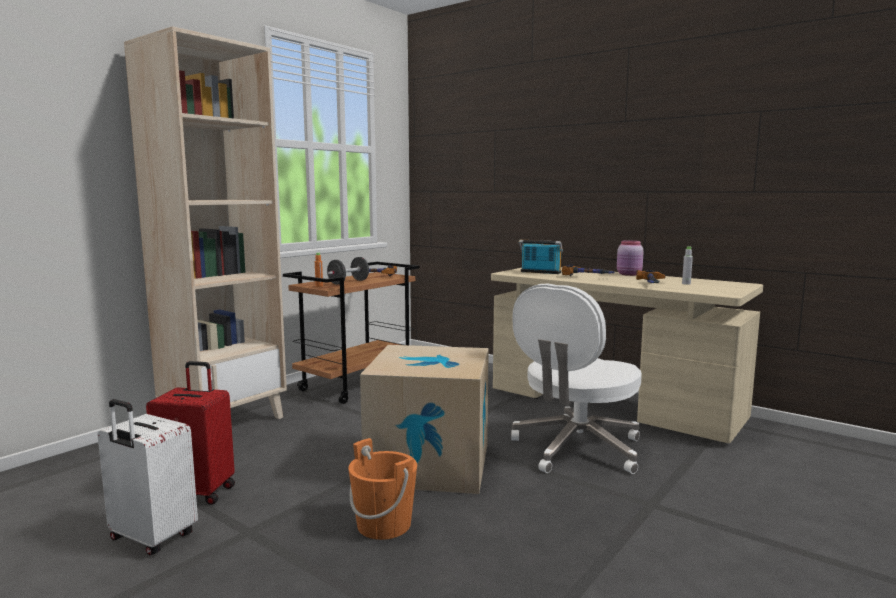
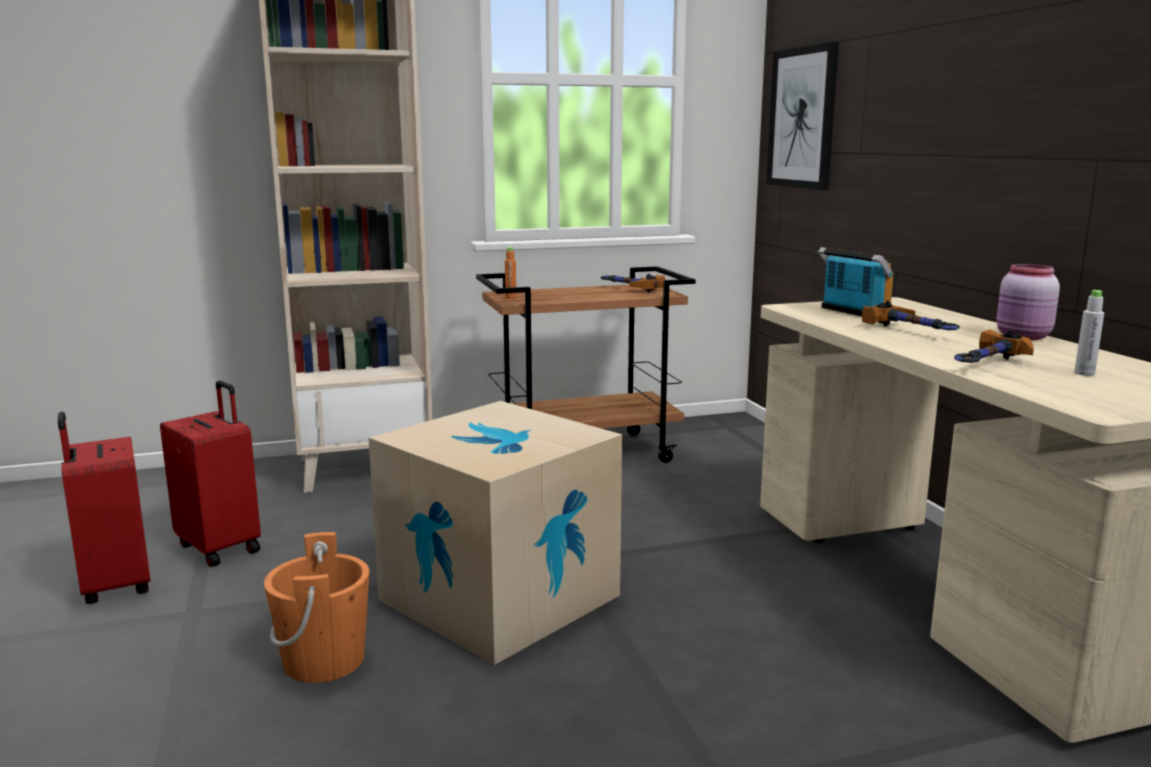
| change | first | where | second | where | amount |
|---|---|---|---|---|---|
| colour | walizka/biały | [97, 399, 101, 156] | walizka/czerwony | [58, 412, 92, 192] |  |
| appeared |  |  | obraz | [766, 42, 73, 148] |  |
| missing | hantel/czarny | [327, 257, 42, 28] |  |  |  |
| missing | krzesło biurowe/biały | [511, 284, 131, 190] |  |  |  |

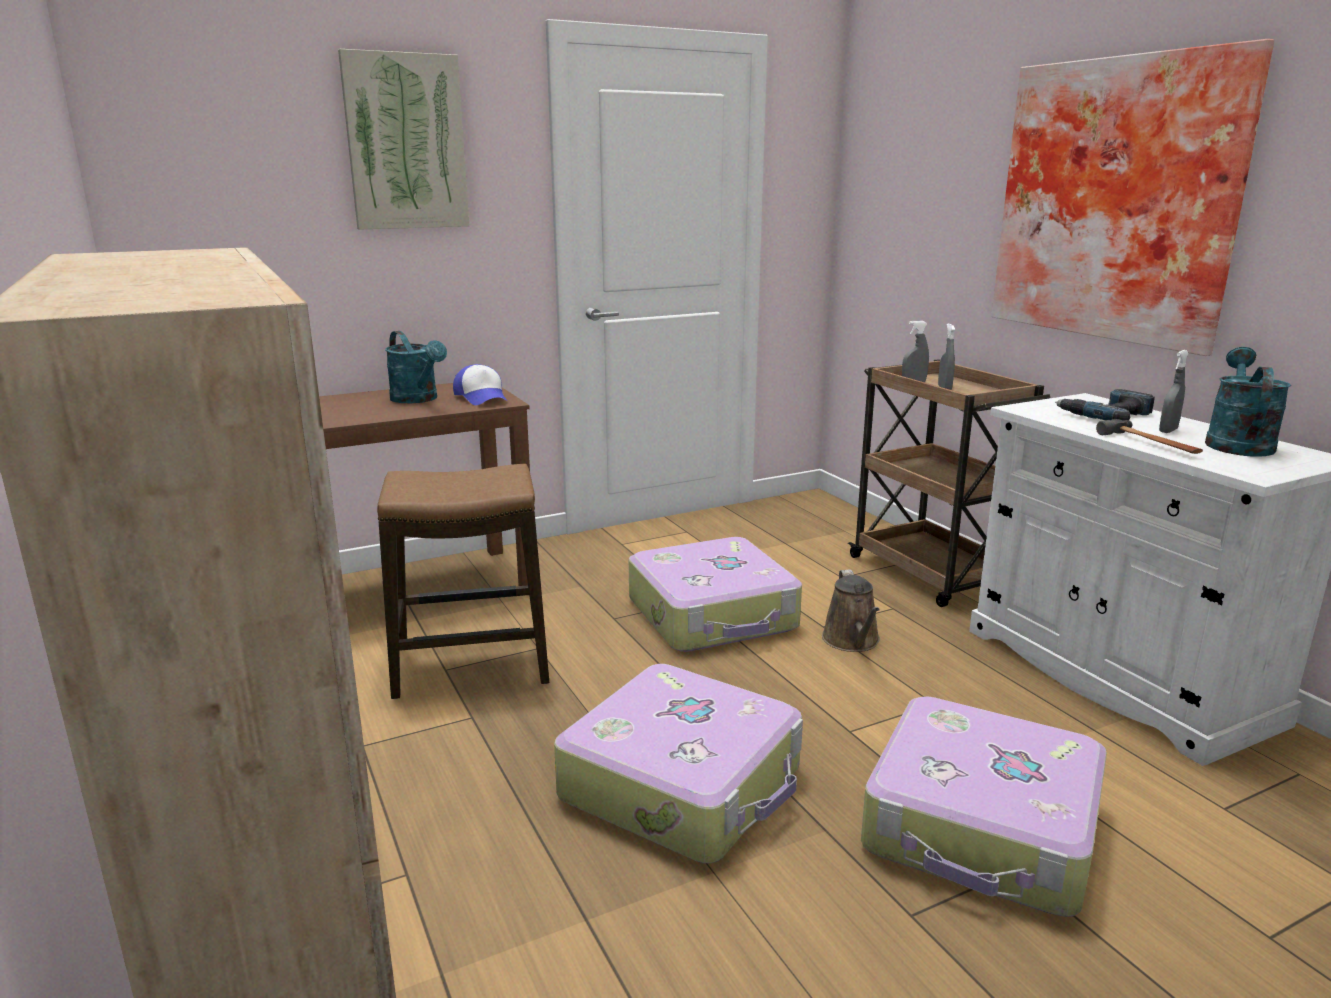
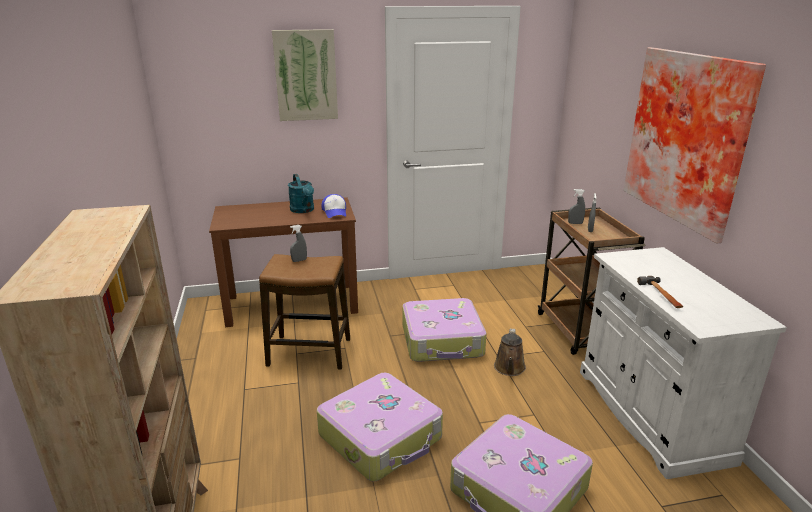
| change | first | where | second | where | amount |
|---|---|---|---|---|---|
| relocated | spryskiwacz/szary | [1159, 350, 30, 83] |  | [290, 225, 17, 37] |  |
| missing | wiertarka | [1055, 389, 100, 32] |  |  |  |
| missing | konewka/turkusowy | [1205, 347, 86, 110] |  |  |  |

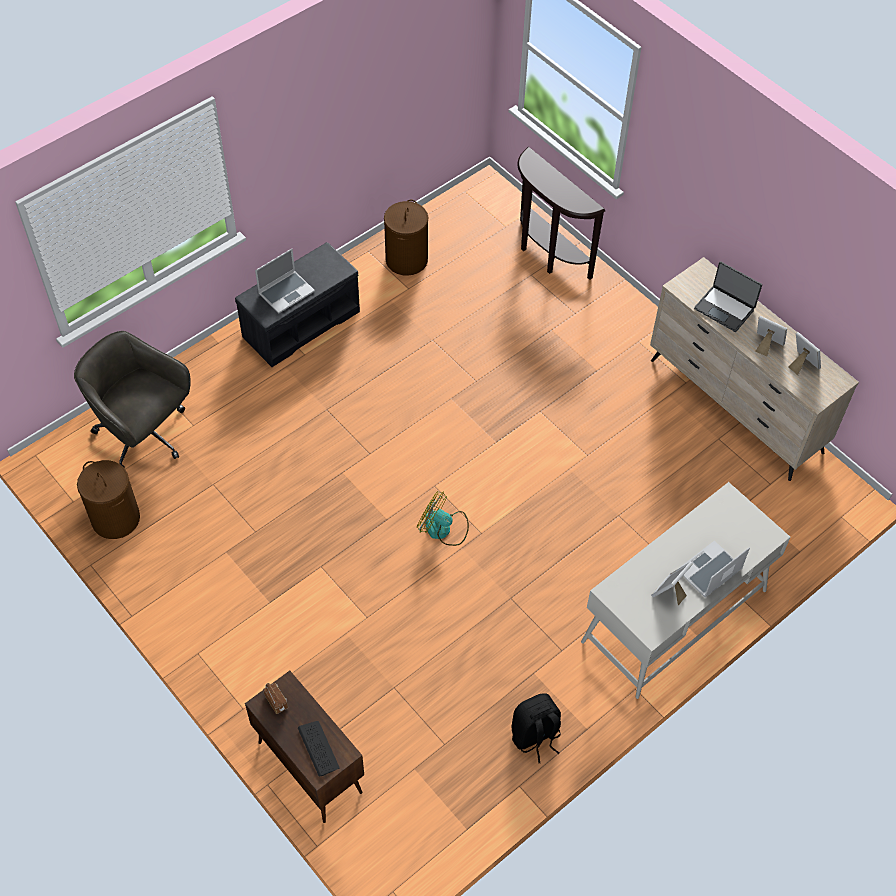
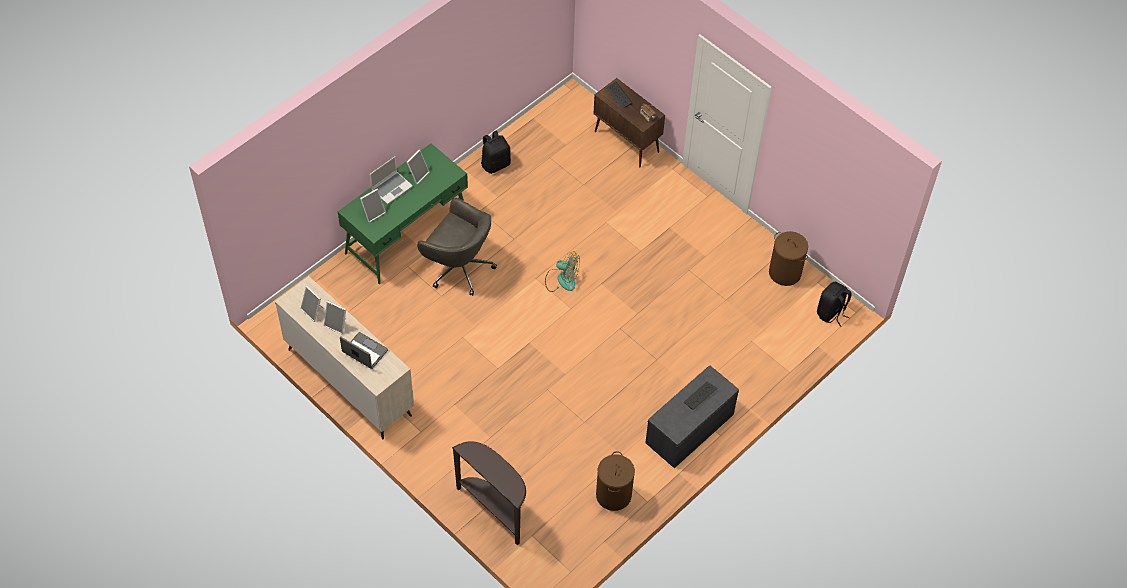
| change | first | where | second | where | amount |
|---|---|---|---|---|---|
| colour | biurko/biały | [581, 482, 209, 217] | biurko/zielony | [338, 143, 130, 141] |  |
| appeared |  |  | ramka na zdjęcie | [360, 189, 26, 34] |  |
| relocated | krzesło biurowe/szary | [74, 331, 117, 137] |  | [417, 198, 80, 98] |  |
| exchanged | laptop | [255, 249, 60, 65] | klawiatura | [684, 382, 33, 28] |  |
| appeared |  |  | plecak/czarny | [817, 282, 35, 45] |  |

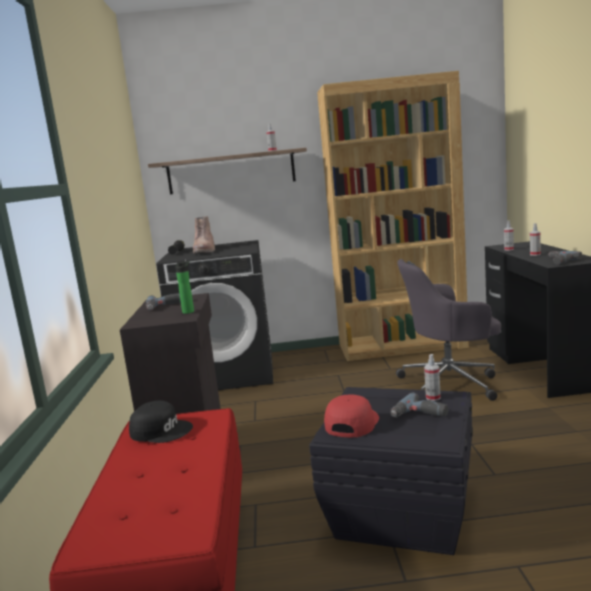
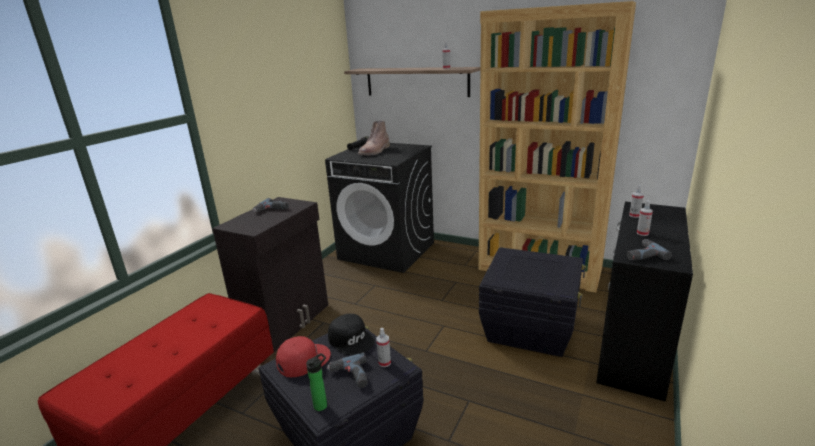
| change | first | where | second | where | amount |
|---|---|---|---|---|---|
| relocated | butelka | [175, 261, 19, 53] |  | [306, 353, 21, 58] |  |
| relocated | czapka z daszkiem/czarny | [129, 400, 64, 43] |  | [328, 314, 47, 41] |  |
| exchanged | krzesło biurowe/szary | [396, 259, 105, 142] | pojemnik do przechowywania/czarny | [479, 247, 107, 110] |  |

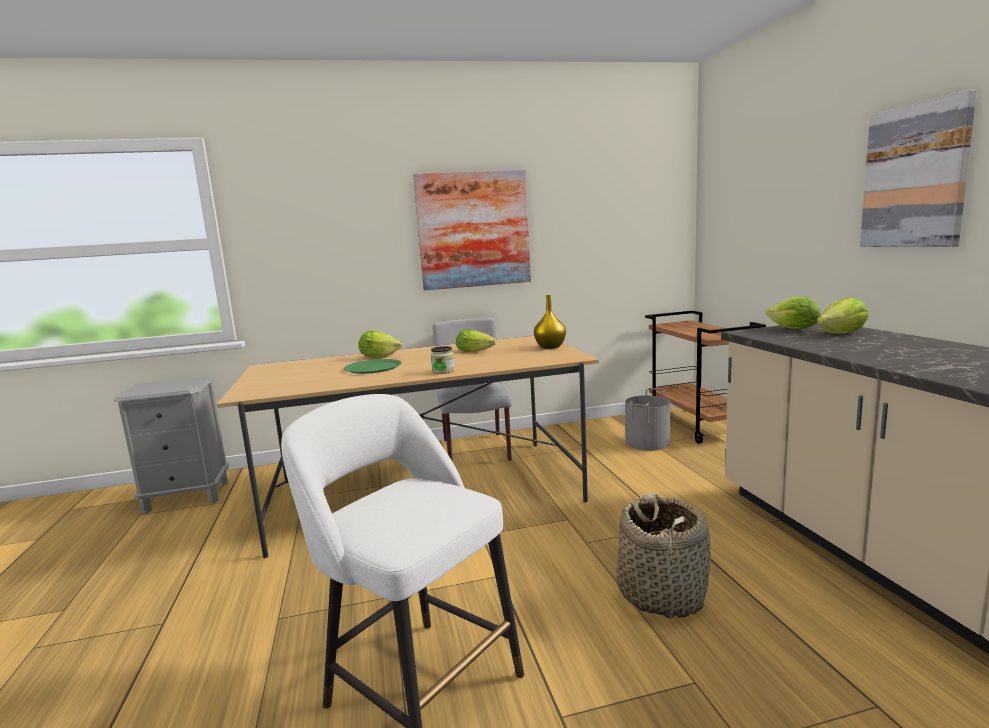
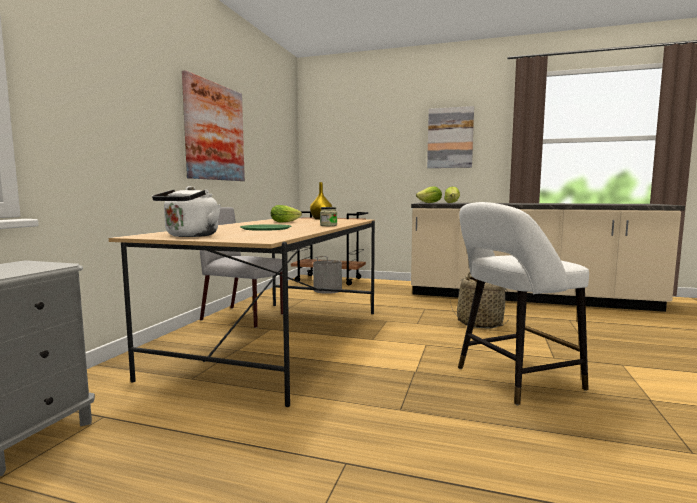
| change | first | where | second | where | amount |
|---|---|---|---|---|---|
| appeared |  |  | czajnik/biały | [152, 186, 69, 51] |  |
| missing | sałata | [358, 331, 44, 28] |  |  |  |

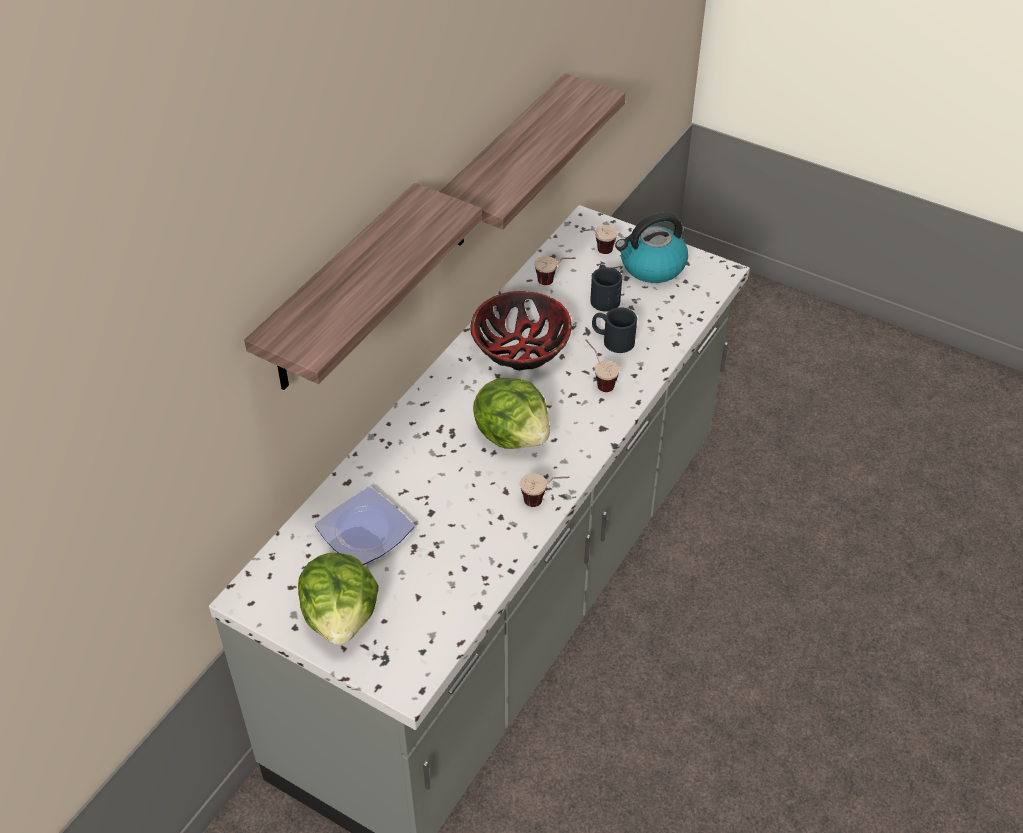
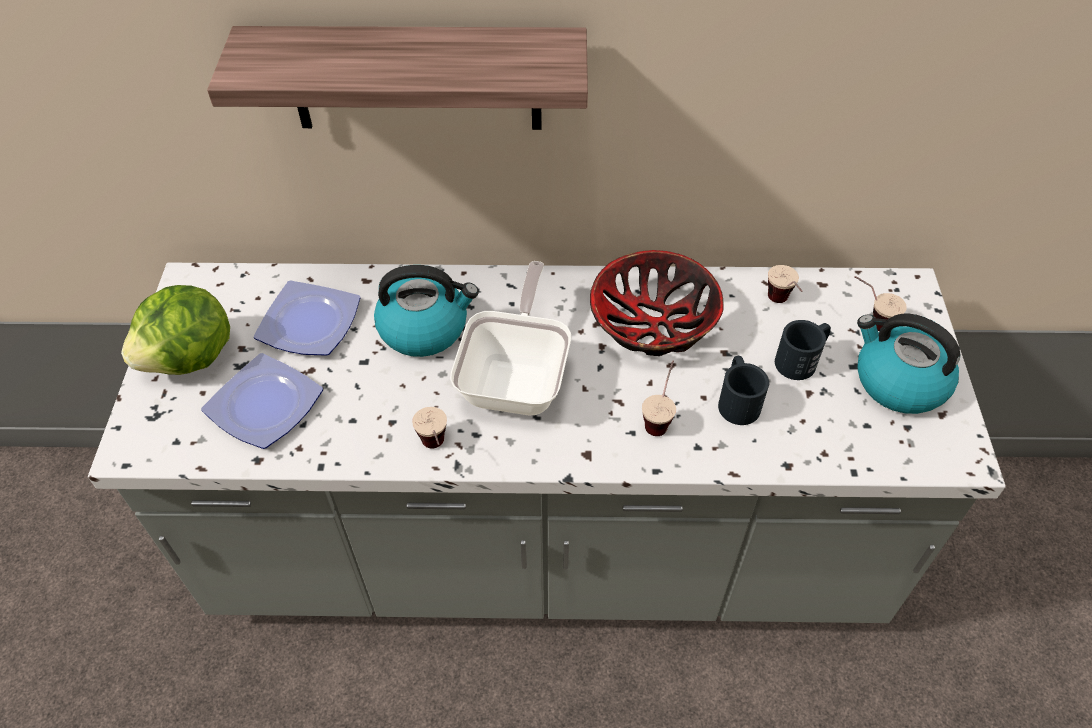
| change | first | where | second | where | amount |
|---|---|---|---|---|---|
| appeared |  |  | talerz | [201, 353, 122, 96] |  |
| appeared |  |  | czajnik | [374, 265, 105, 92] |  |
| exchanged | sałata | [473, 377, 77, 72] | patelnia | [450, 261, 121, 154] |  |
| missing | półka | [440, 73, 186, 172] |  |  |  |

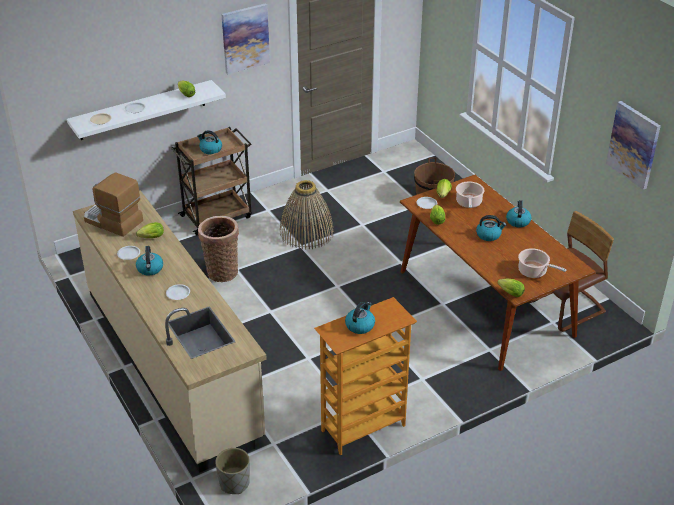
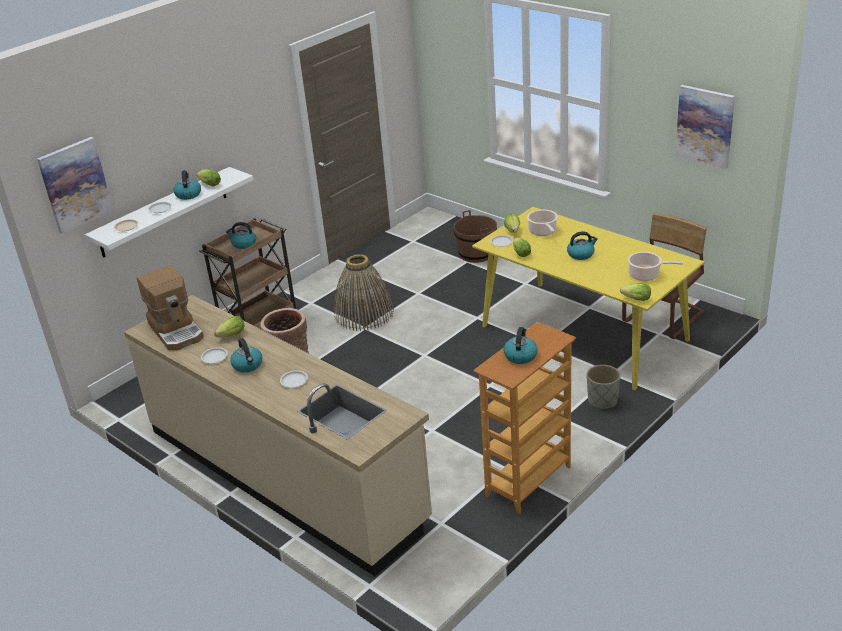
| change | first | where | second | where | amount |
|---|---|---|---|---|---|
| relocated | obraz | [222, 3, 48, 71] |  | [37, 137, 76, 97] |  |
| spun | ekspres do kawy | [84, 172, 59, 65] |  | [136, 265, 68, 85] | 135 degrees counterclockwise |
| relocated | czajnik | [506, 200, 26, 27] |  | [174, 170, 27, 30] |  |
| colour | stół jadalny/brązowy | [400, 175, 196, 196] | stół jadalny/żółty | [472, 207, 232, 183] |  |
| relocated | donica/szary | [215, 448, 35, 46] |  | [587, 365, 33, 44] |  |

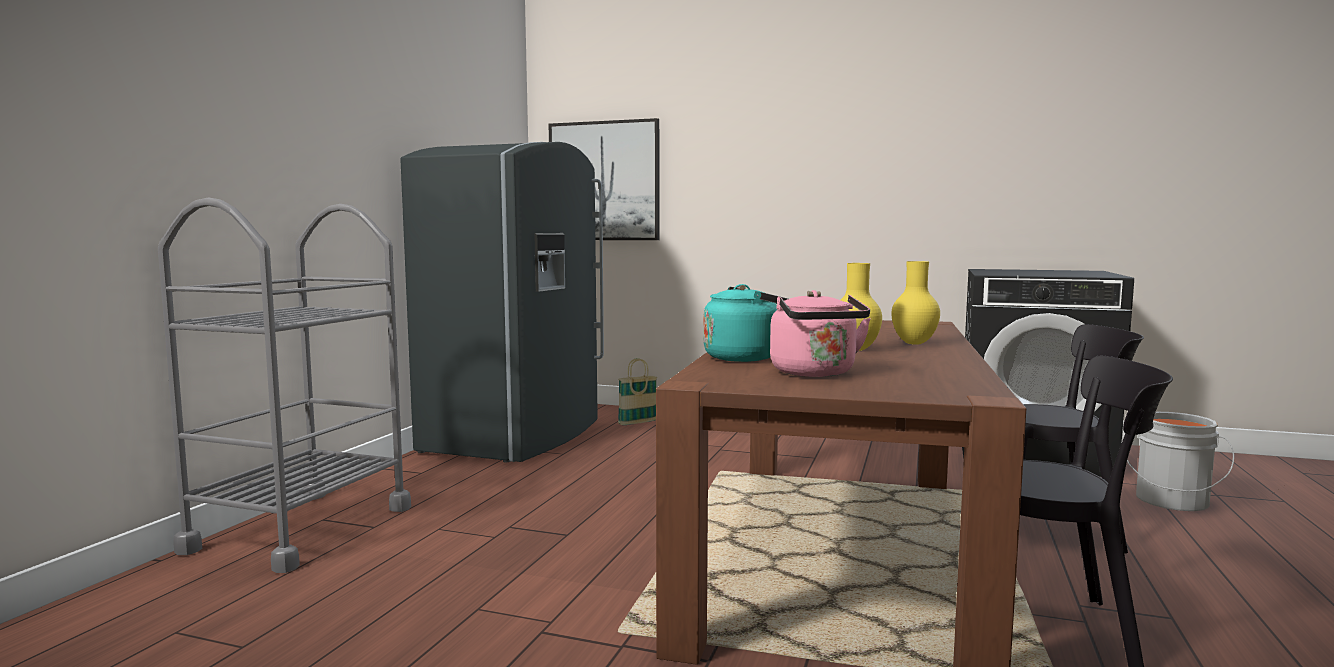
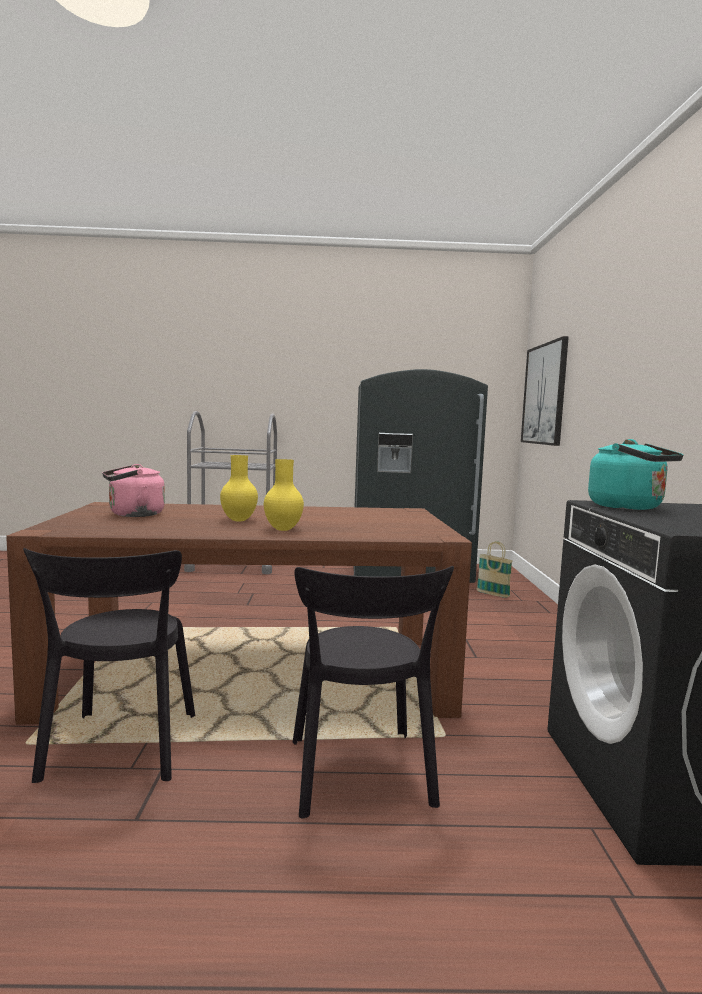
| change | first | where | second | where | amount |
|---|---|---|---|---|---|
| relocated | czajnik/turkusowy | [703, 284, 85, 78] |  | [588, 439, 95, 71] |  |
| missing | wiadro/szary | [1127, 412, 107, 99] |  |  |  |

